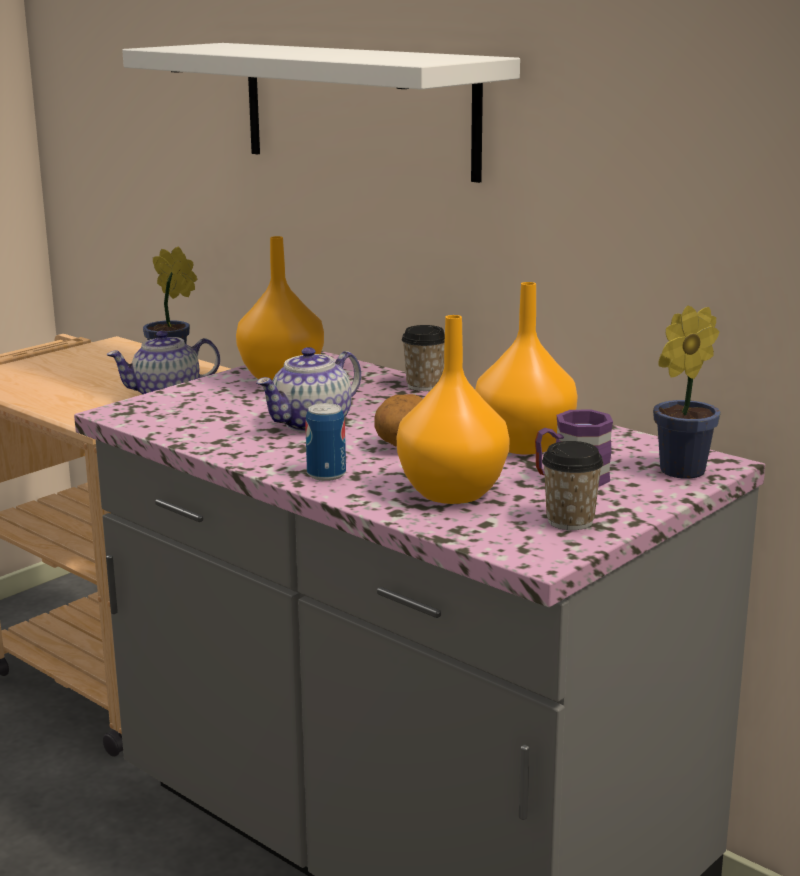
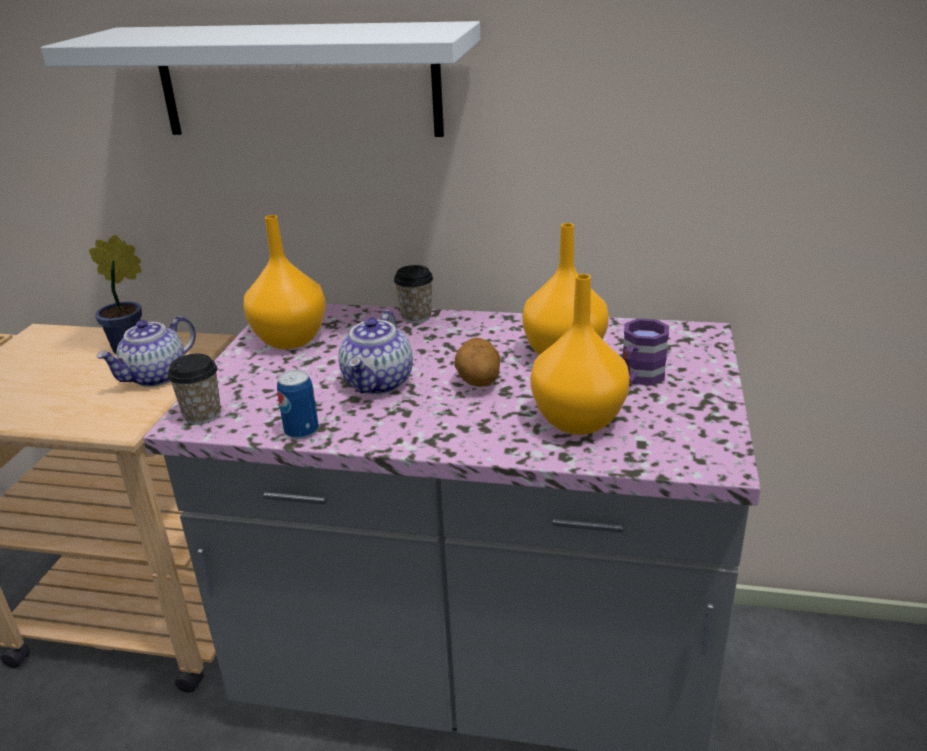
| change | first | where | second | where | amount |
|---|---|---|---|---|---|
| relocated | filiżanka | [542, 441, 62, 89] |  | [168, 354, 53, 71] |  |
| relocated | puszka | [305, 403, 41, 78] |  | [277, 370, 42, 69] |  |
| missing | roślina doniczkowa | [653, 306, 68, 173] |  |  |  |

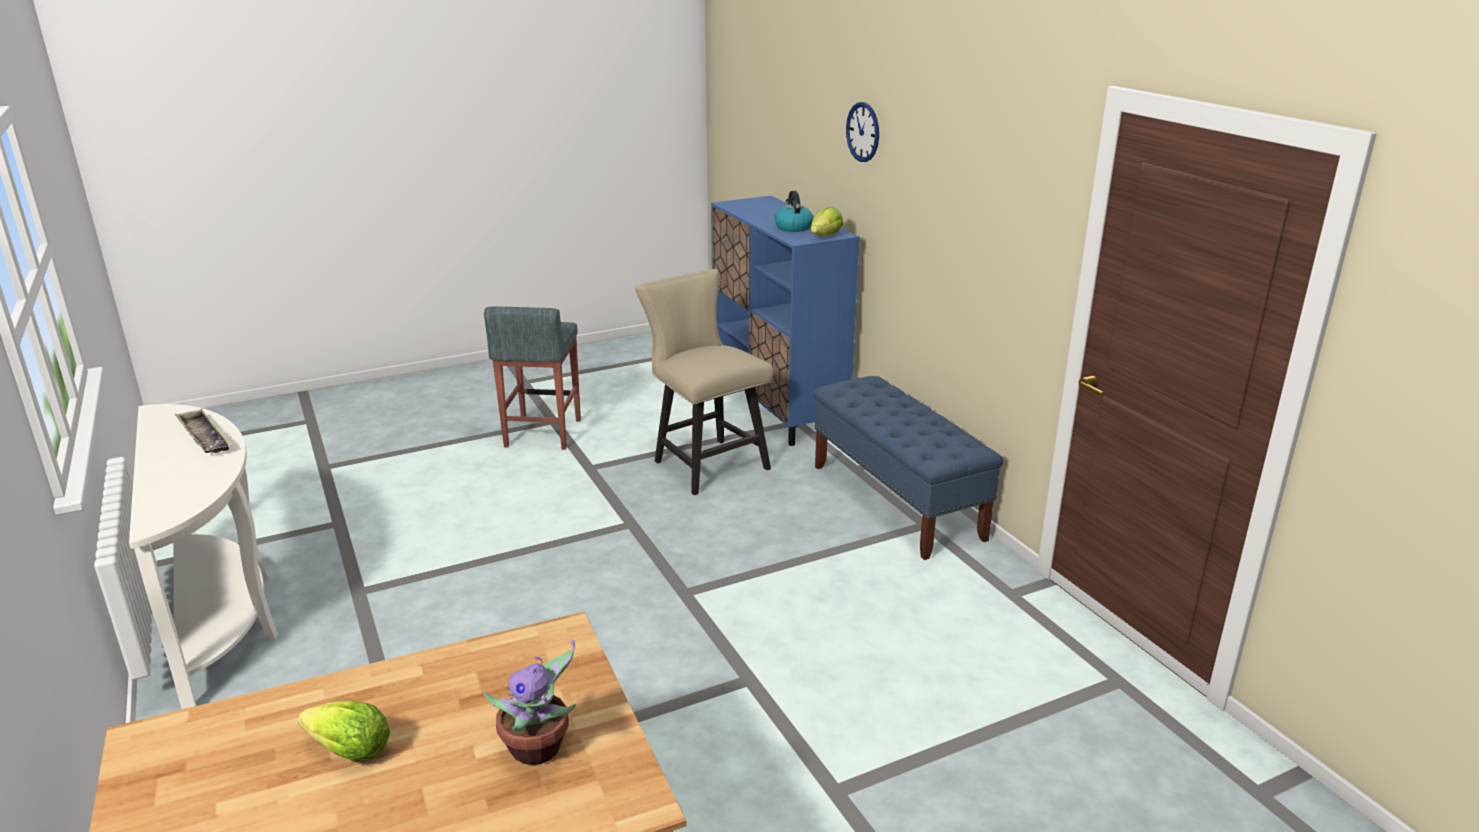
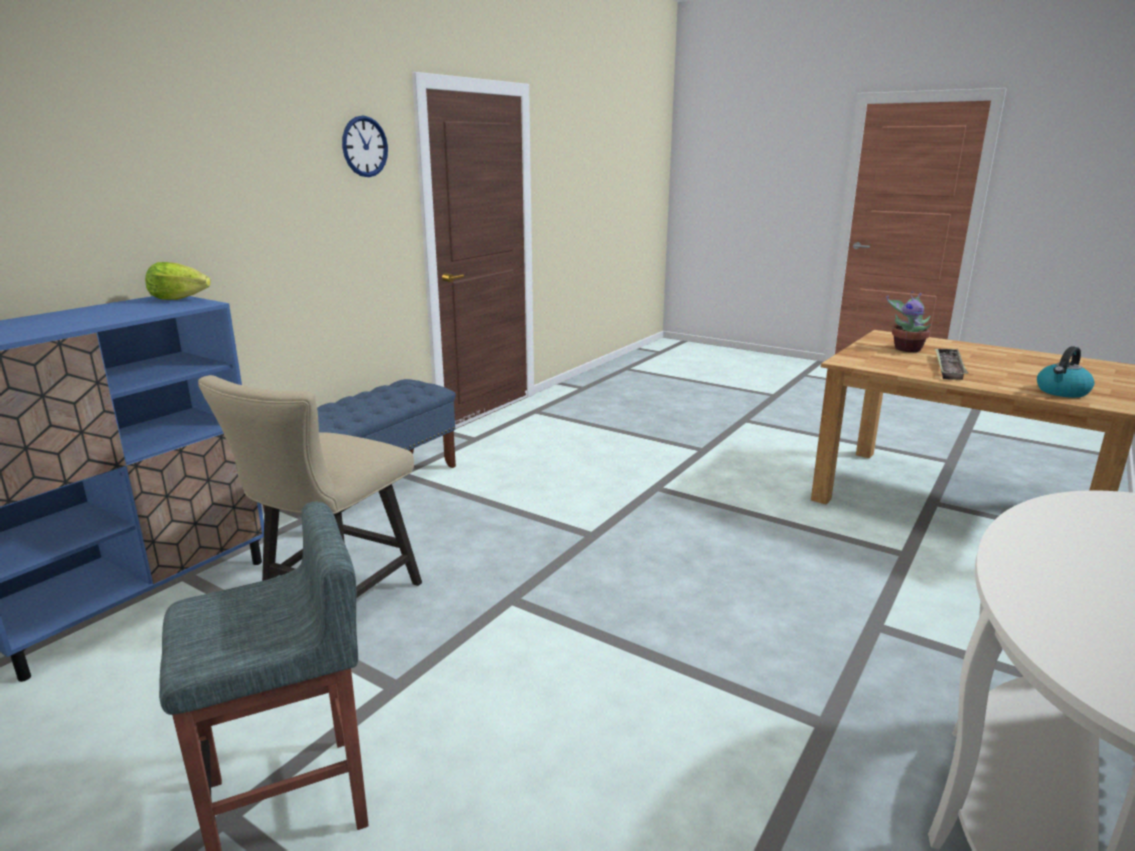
| change | first | where | second | where | amount |
|---|---|---|---|---|---|
| relocated | zegar ścienny | [846, 102, 33, 60] |  | [342, 116, 46, 61] |  |
| relocated | taca | [175, 409, 58, 44] |  | [935, 349, 33, 31] |  |
| relocated | czajnik | [774, 191, 39, 41] |  | [1037, 346, 58, 52] |  |
| missing | sałata | [298, 701, 92, 61] |  |  |  |

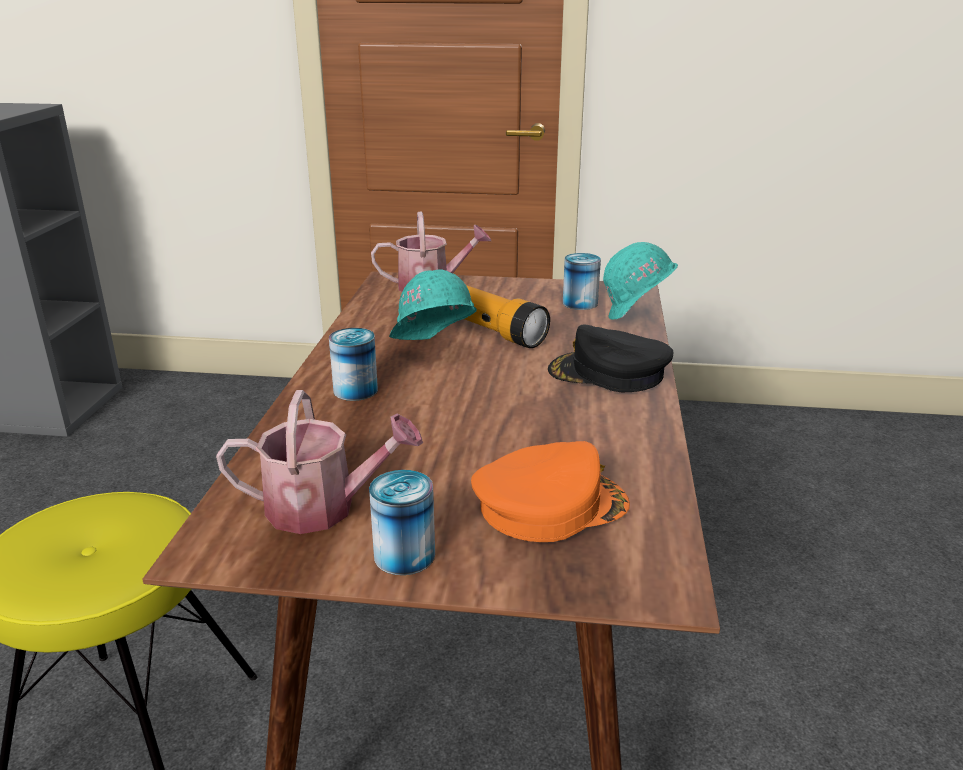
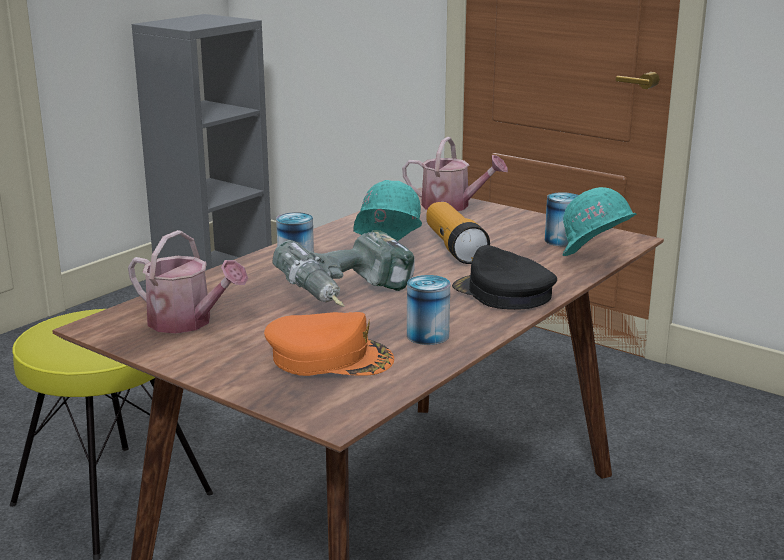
| change | first | where | second | where | amount |
|---|---|---|---|---|---|
| appeared |  |  | wiertarka | [273, 230, 142, 77] |  |
| relocated | puszka | [369, 470, 66, 105] |  | [407, 275, 43, 70] |  |

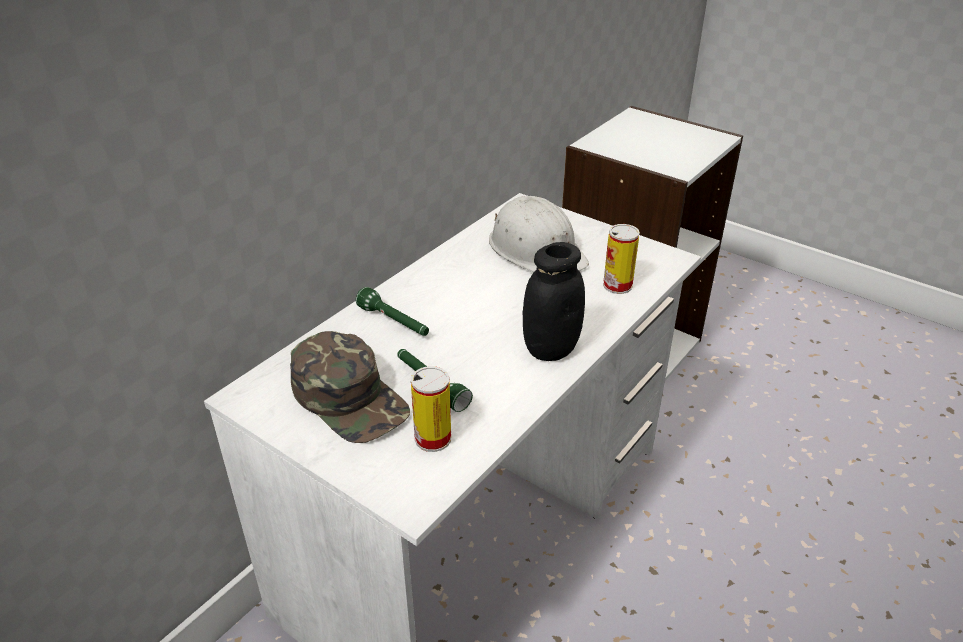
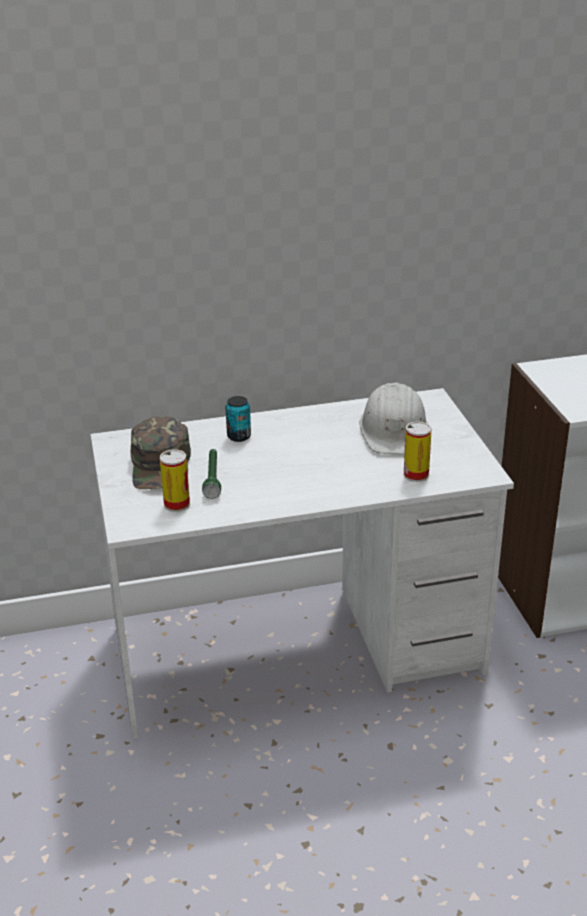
| change | first | where | second | where | amount |
|---|---|---|---|---|---|
| exchanged | latarka/zielony | [356, 287, 73, 49] | puszka | [225, 396, 26, 46] |  |
| missing | słoik/czarny | [523, 242, 62, 119] |  |  |  |

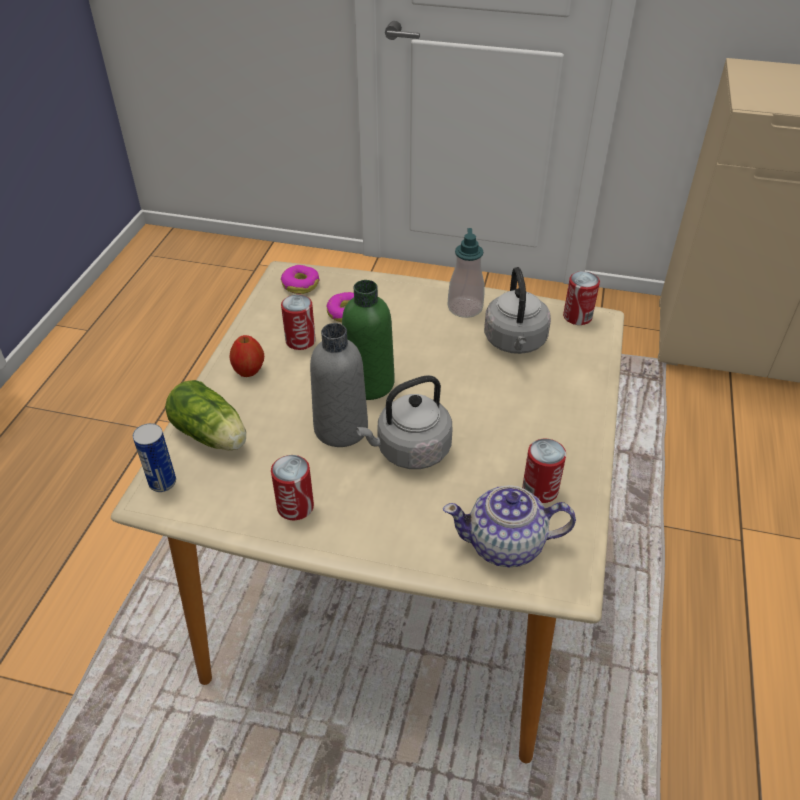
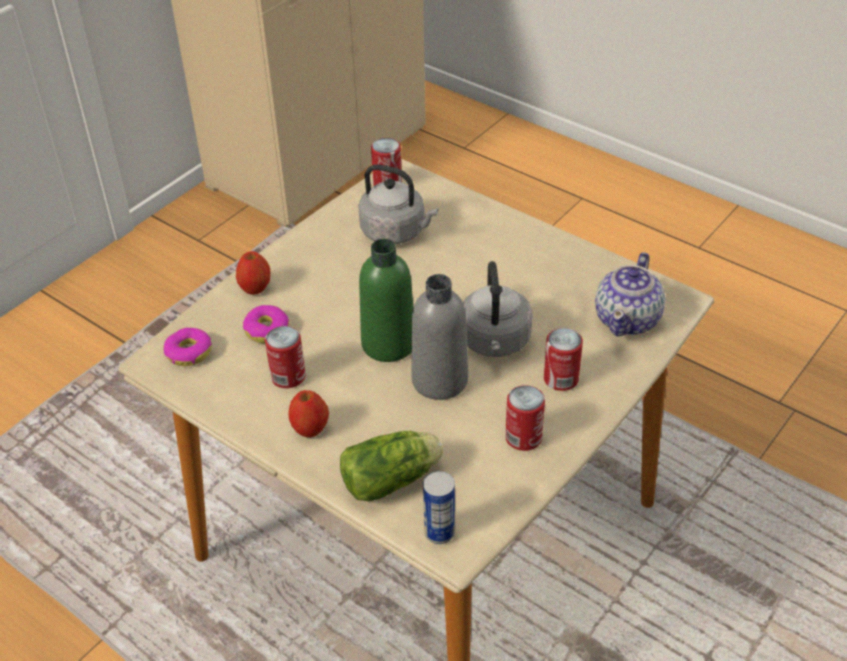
| change | first | where | second | where | amount |
|---|---|---|---|---|---|
| appeared |  |  | jabłko | [236, 251, 35, 44] |  |
| relocated | puszka | [522, 439, 44, 64] |  | [544, 328, 39, 63] |  |
| missing | dozownik mydła | [448, 228, 36, 90] |  |  |  |

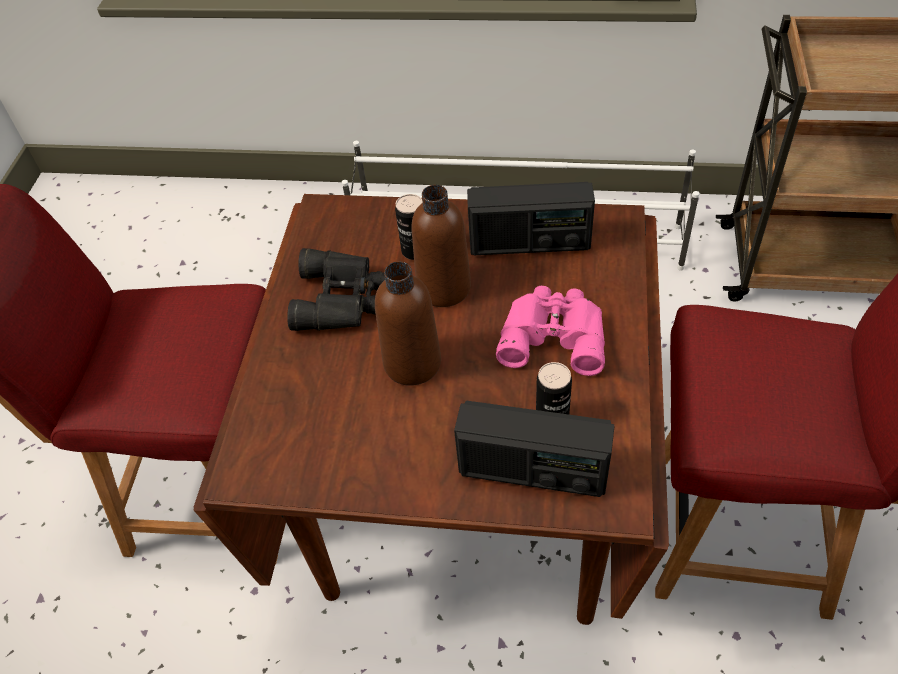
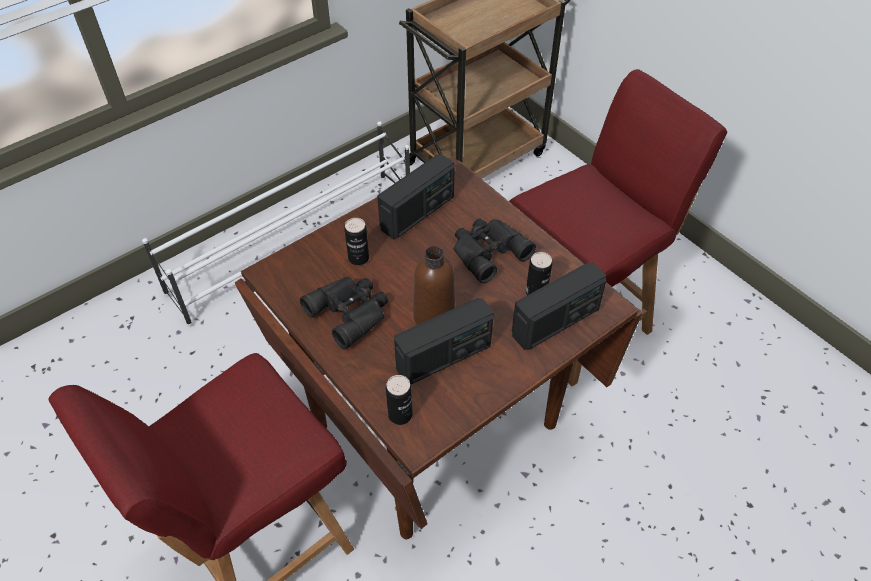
| change | first | where | second | where | amount |
|---|---|---|---|---|---|
| appeared |  |  | puszka | [386, 375, 26, 50] |  |
| appeared |  |  | radio | [394, 298, 100, 86] |  |
| colour | lornetka/różowy | [496, 286, 109, 90] | lornetka/czarny | [454, 218, 82, 65] |  |
| missing | butelka/brązowy | [411, 185, 60, 122] |  |  |  |

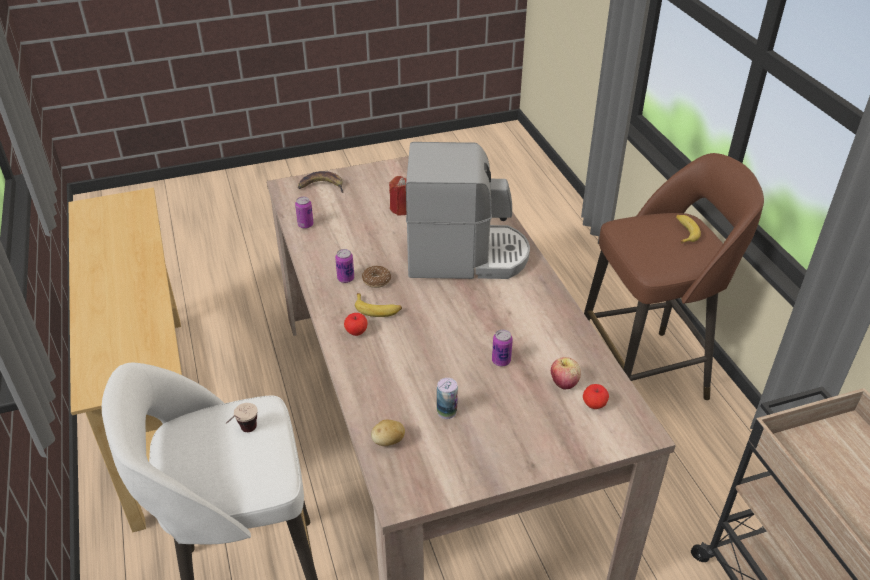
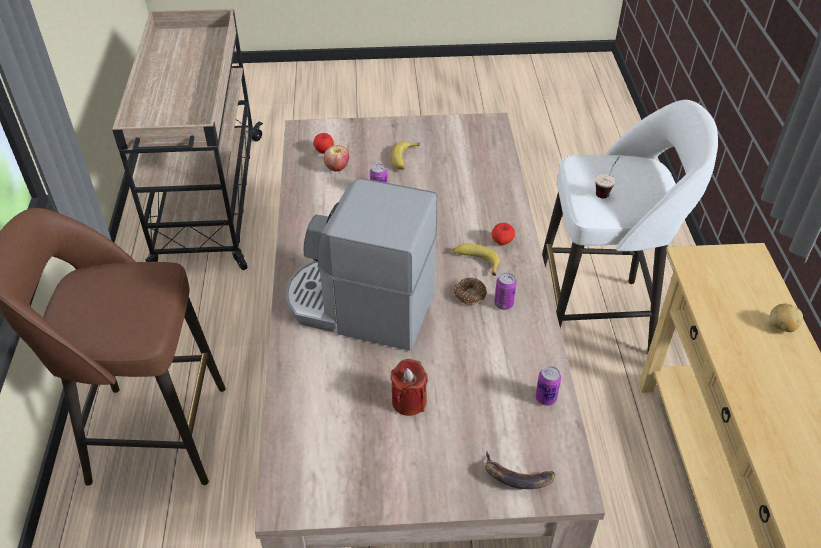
| change | first | where | second | where | amount |
|---|---|---|---|---|---|
| relocated | banan | [676, 215, 25, 29] |  | [391, 141, 29, 29] |  |
| relocated | ziemniak | [371, 420, 34, 26] |  | [769, 304, 34, 28] |  |
| missing | puszka | [437, 378, 21, 41] |  |  |  |

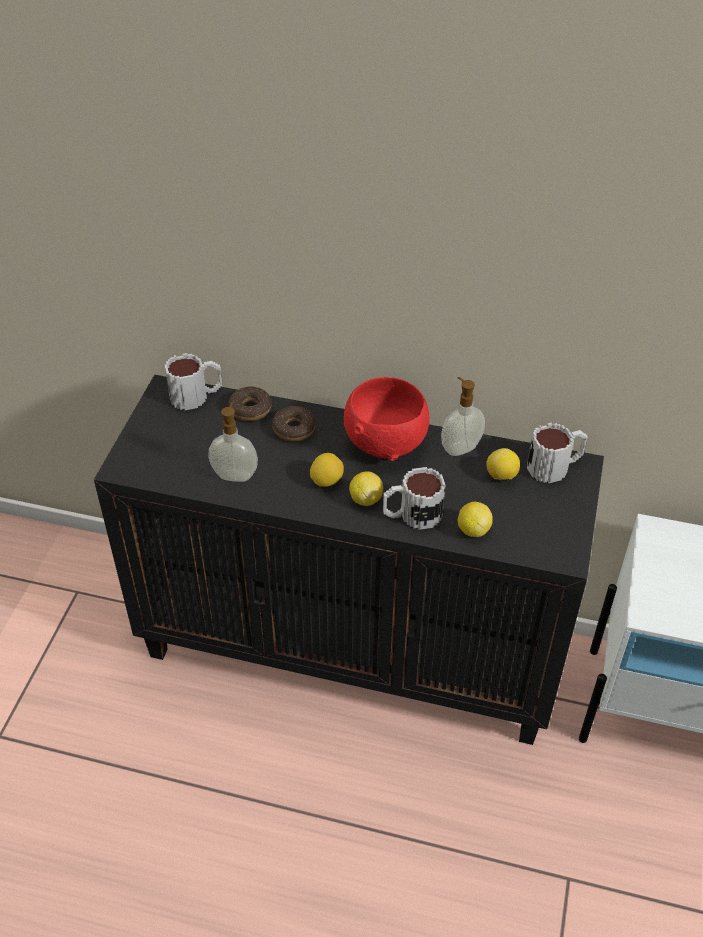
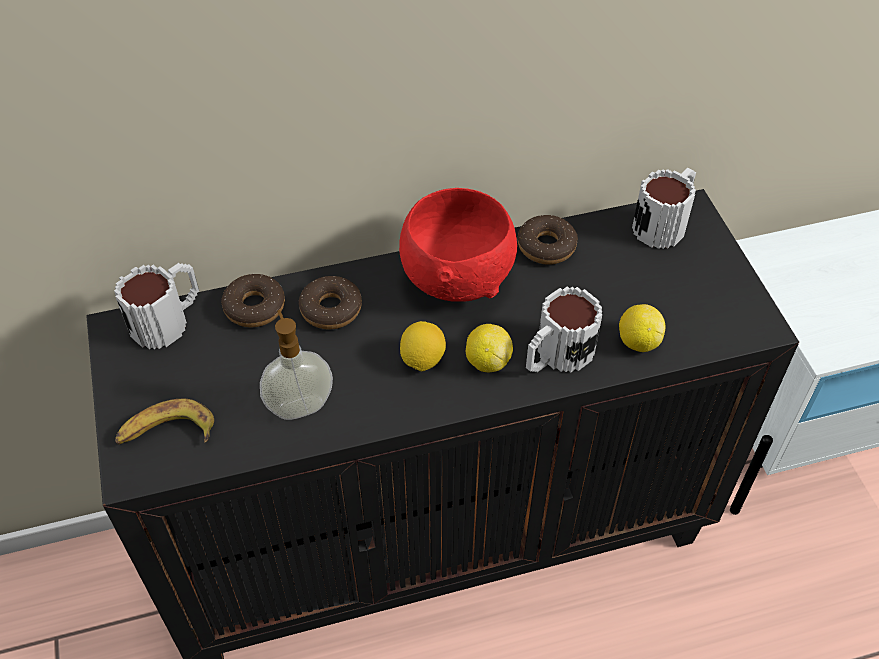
| change | first | where | second | where | amount |
|---|---|---|---|---|---|
| appeared |  |  | banan | [115, 399, 99, 45] |  |
| exchanged | dozownik mydła | [441, 377, 44, 79] | donut | [518, 215, 60, 50] |  |
| missing | cytryna | [486, 448, 34, 32] |  |  |  |

